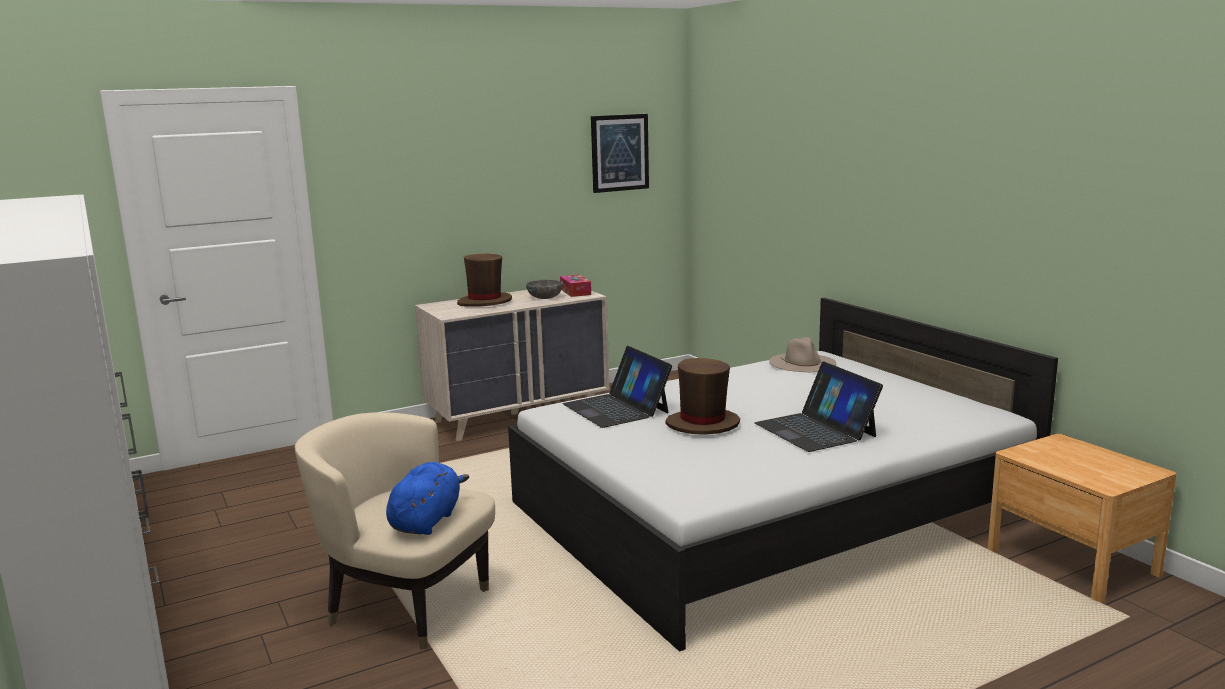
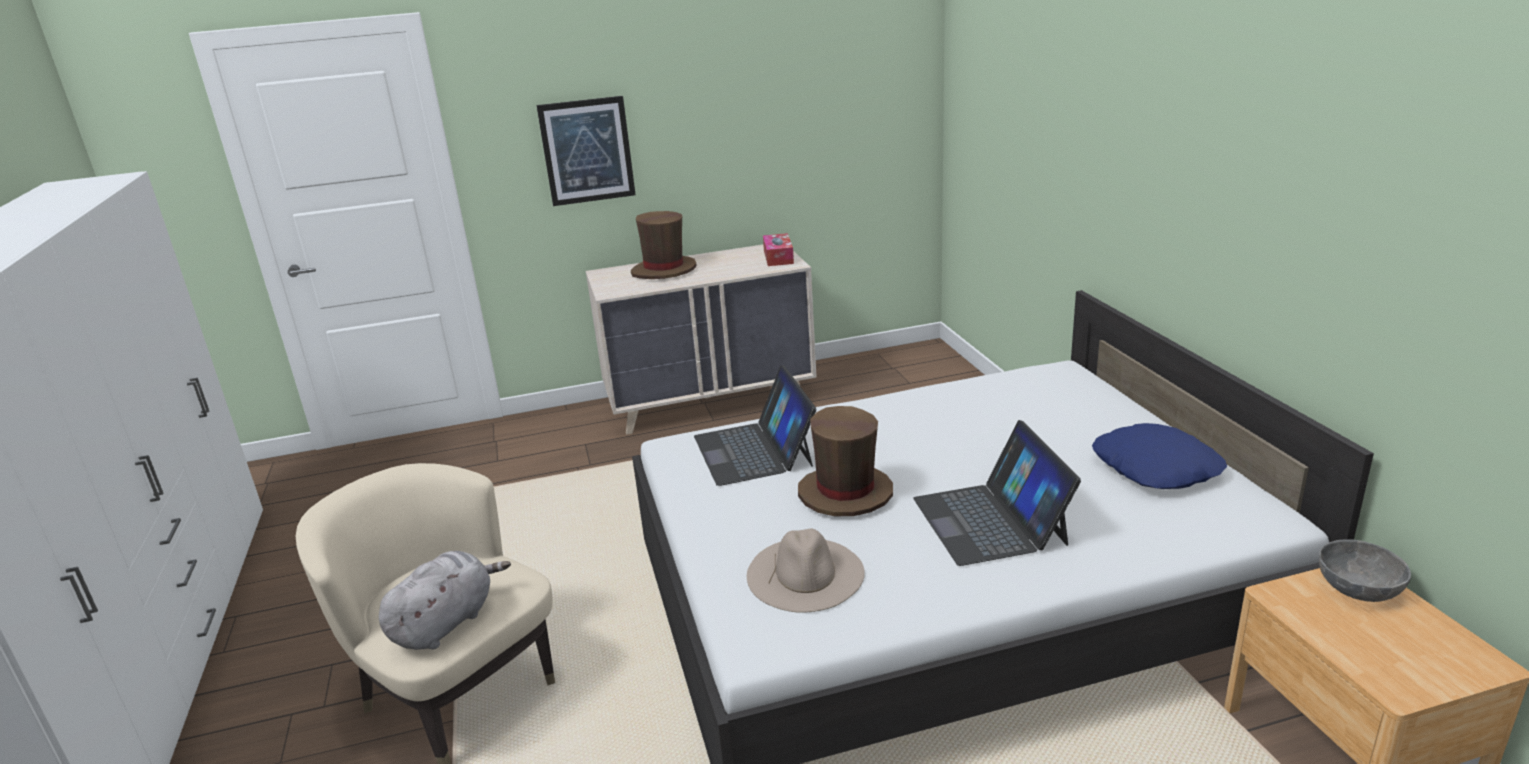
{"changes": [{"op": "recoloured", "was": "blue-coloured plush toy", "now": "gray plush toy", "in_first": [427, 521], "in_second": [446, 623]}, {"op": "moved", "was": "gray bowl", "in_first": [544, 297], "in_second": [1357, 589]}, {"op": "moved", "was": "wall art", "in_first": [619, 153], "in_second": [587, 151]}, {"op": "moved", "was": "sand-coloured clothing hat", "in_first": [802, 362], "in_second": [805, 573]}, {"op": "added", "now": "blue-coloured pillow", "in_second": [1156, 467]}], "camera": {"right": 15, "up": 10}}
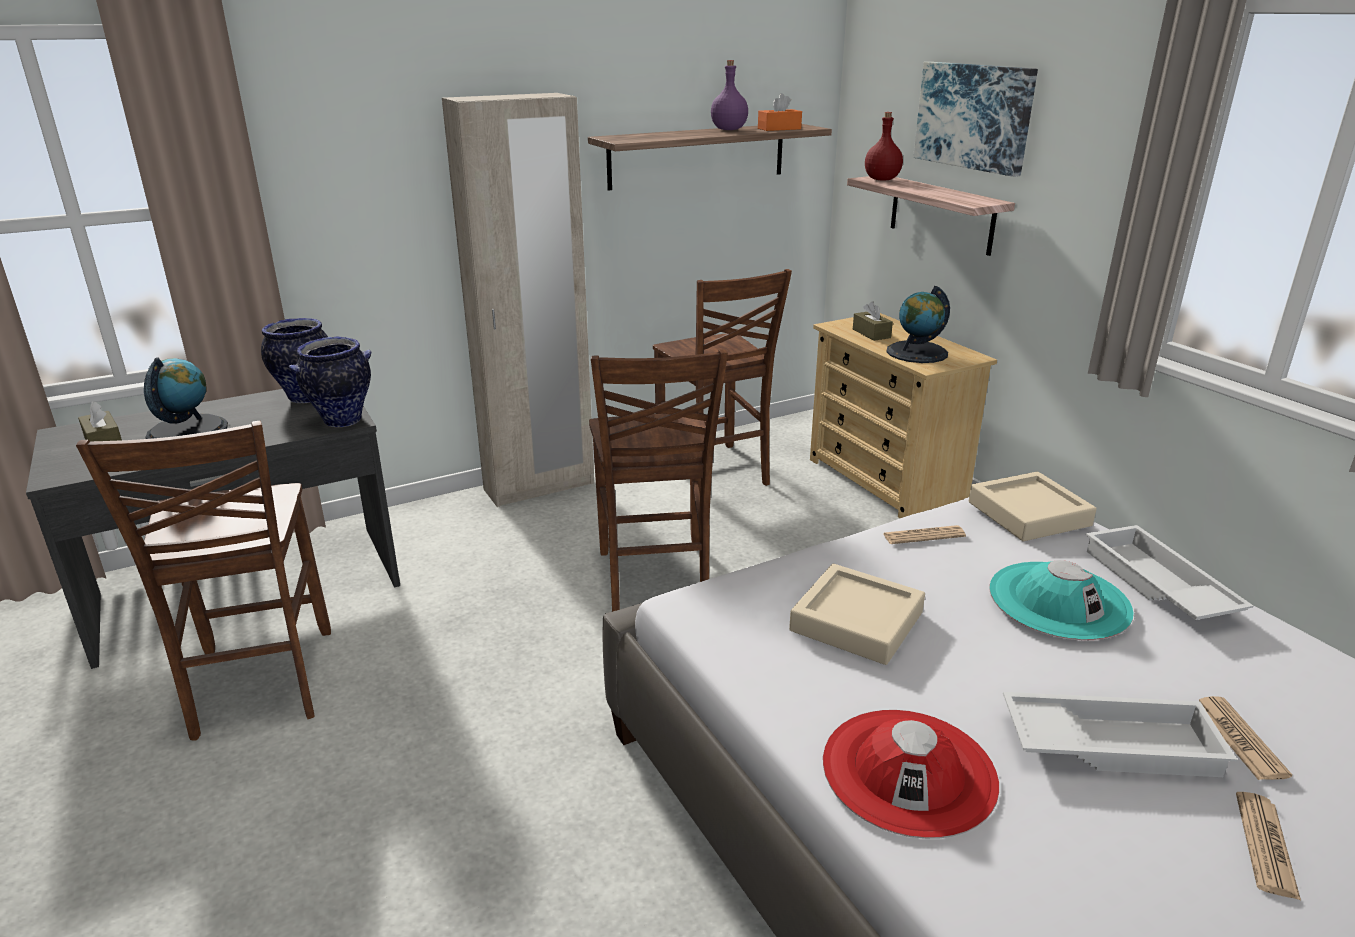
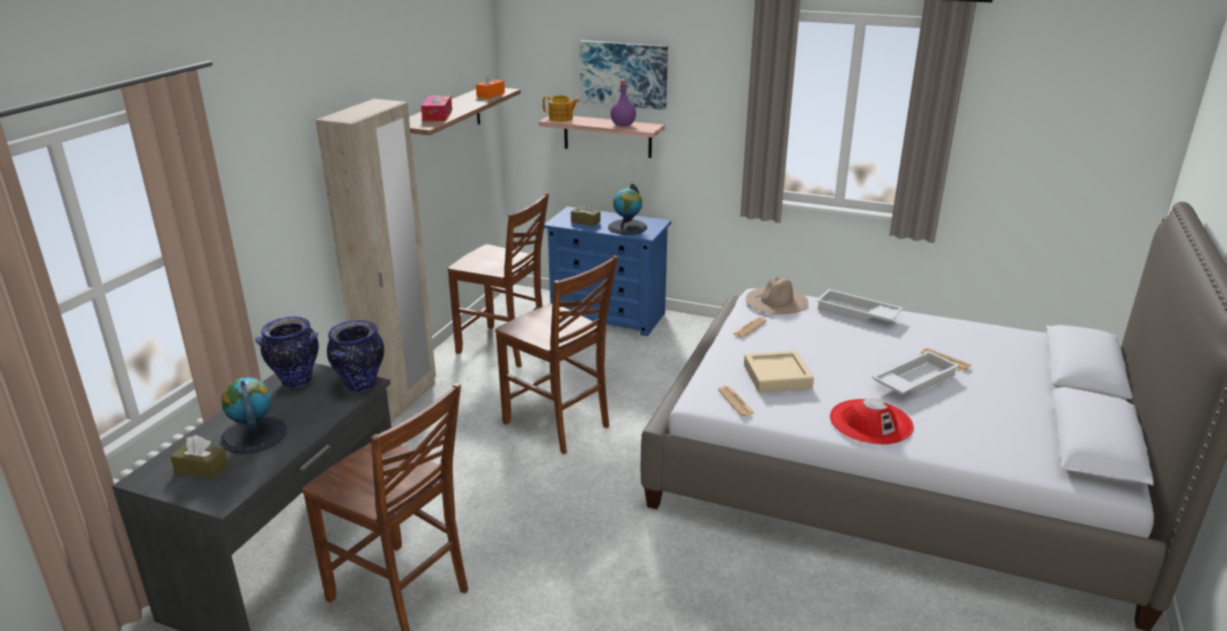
{"changes": [{"op": "moved", "was": "purple drink bottle", "in_first": [728, 129], "in_second": [622, 125]}, {"op": "recoloured", "was": "sand-coloured dresser", "now": "blue-coloured dresser", "in_first": [886, 480], "in_second": [608, 316]}, {"op": "replaced", "was": "red-coloured drink bottle", "now": "teapot", "in_first": [881, 179], "in_second": [561, 119]}, {"op": "replaced", "was": "sand-coloured serving tray", "now": "sand-coloured clothing hat", "in_first": [1028, 514], "in_second": [777, 300]}, {"op": "removed", "was": "blue-green clothing hat", "in_first": [1059, 600]}, {"op": "moved", "was": "daily paper", "in_first": [1265, 845], "in_second": [736, 402]}, {"op": "added", "now": "tissue holder", "in_second": [437, 115]}], "camera": {"right": -40, "up": 0}}
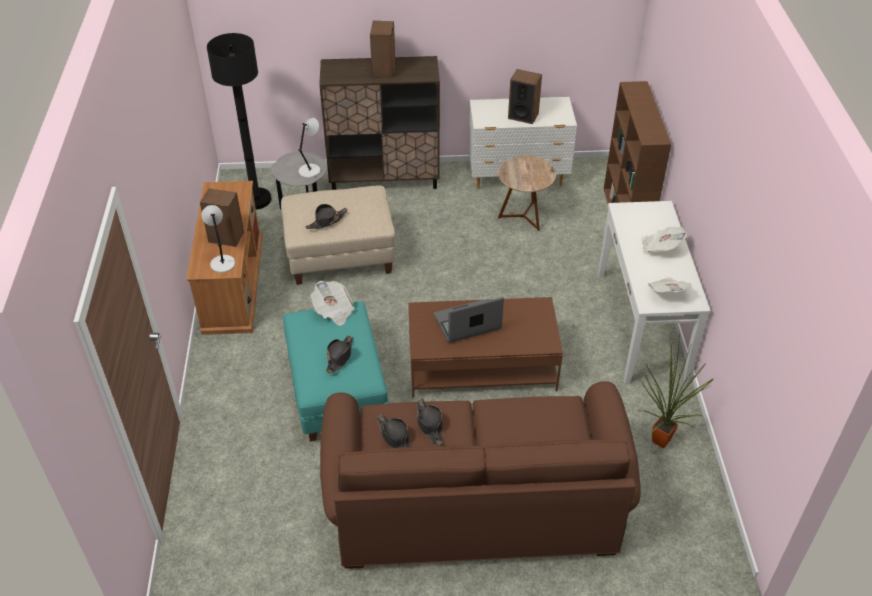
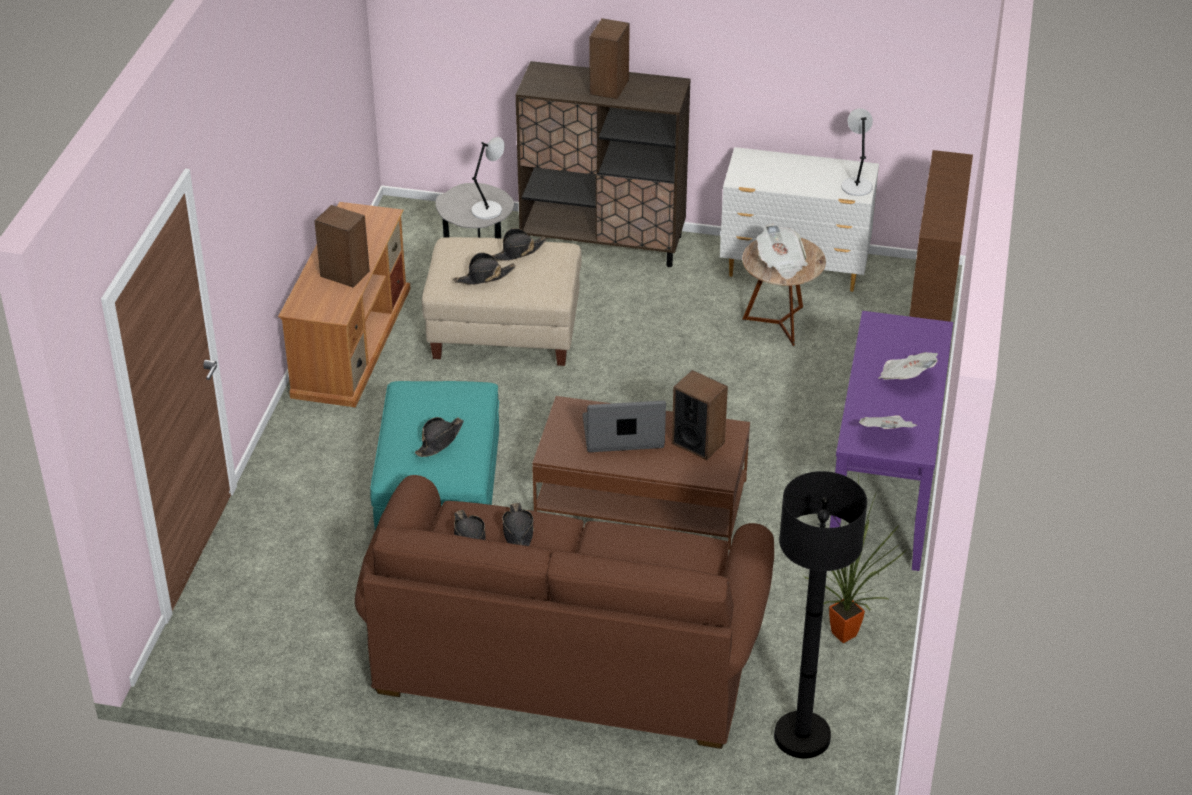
{"changes": [{"op": "moved", "was": "gray table lamp", "in_first": [222, 263], "in_second": [856, 186]}, {"op": "moved", "was": "blackish standard lamp", "in_first": [256, 199], "in_second": [802, 736]}, {"op": "moved", "was": "daily paper", "in_first": [333, 311], "in_second": [781, 263]}, {"op": "moved", "was": "audio speaker", "in_first": [523, 116], "in_second": [698, 443]}, {"op": "recoloured", "was": "white-coloured narrow table", "now": "purple narrow table", "in_first": [642, 325], "in_second": [885, 491]}, {"op": "added", "now": "blackish clothing hat", "in_second": [517, 252]}], "camera": {"right": 15, "up": -5}}
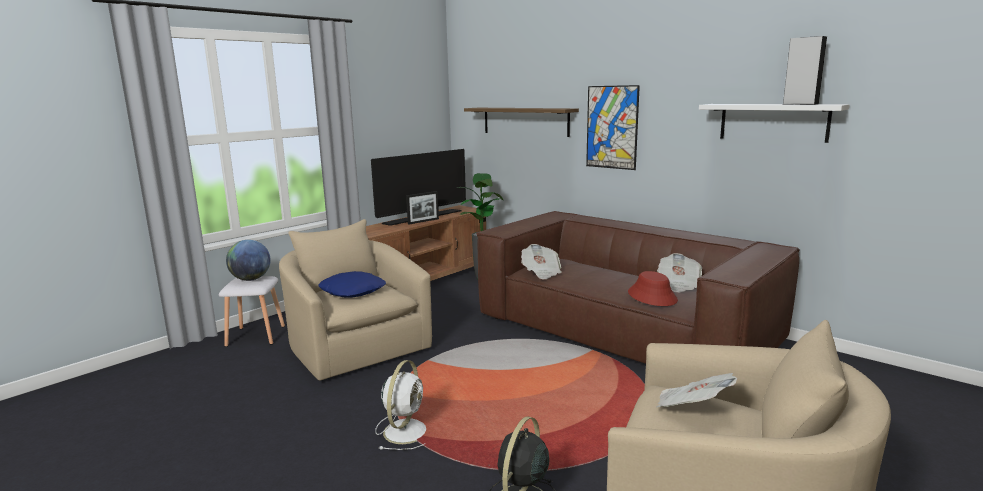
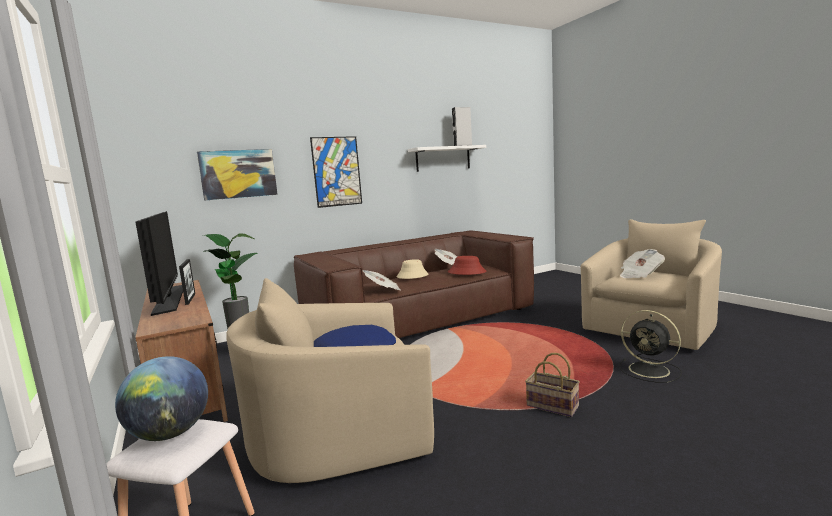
{"changes": [{"op": "replaced", "was": "white-coloured cooling fan", "now": "basket", "in_first": [406, 430], "in_second": [551, 406]}, {"op": "replaced", "was": "shelf", "now": "wall art", "in_first": [525, 121], "in_second": [238, 174]}, {"op": "added", "now": "sand-coloured clothing hat", "in_second": [412, 276]}], "camera": {"right": -70, "up": -5}}
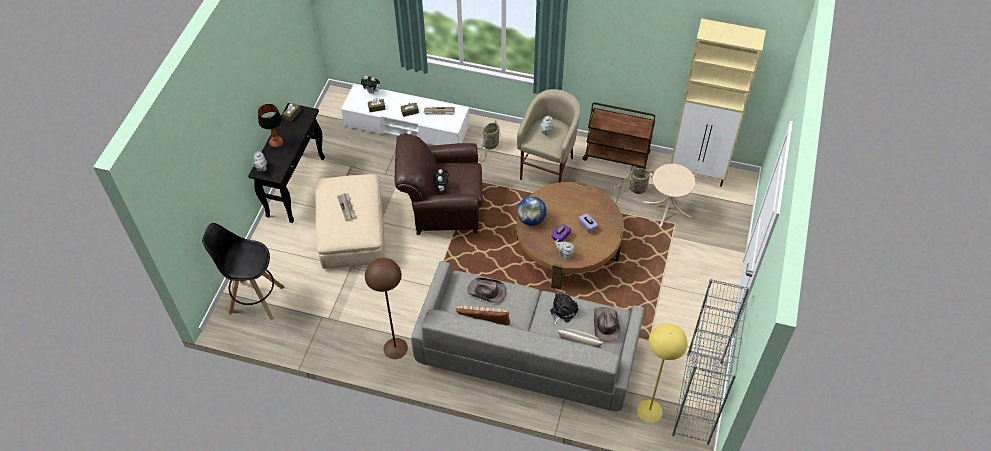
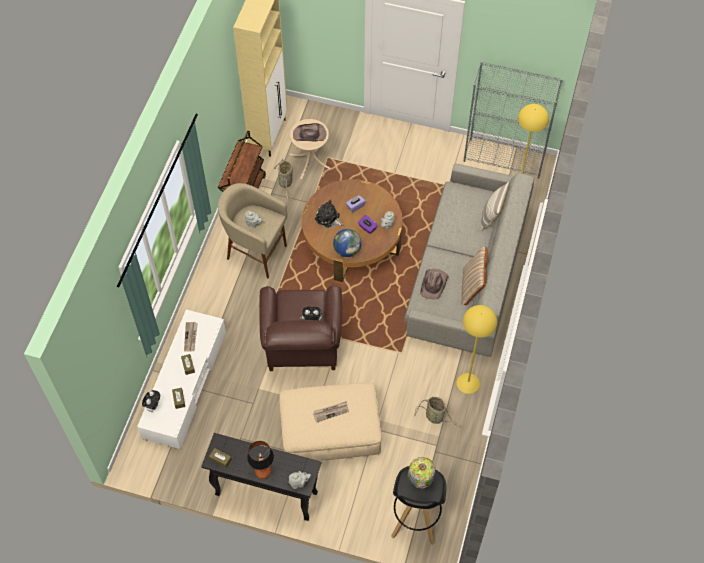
{"changes": [{"op": "recoloured", "was": "brown-coloured standard lamp", "now": "yellowish standard lamp", "in_first": [395, 348], "in_second": [468, 383]}, {"op": "moved", "was": "basket", "in_first": [490, 146], "in_second": [435, 417]}, {"op": "moved", "was": "plush toy", "in_first": [562, 312], "in_second": [328, 218]}, {"op": "moved", "was": "brown-coloured clothing hat", "in_first": [606, 325], "in_second": [310, 135]}, {"op": "added", "now": "table lamp", "in_second": [419, 483]}], "camera": {"right": -90, "up": 5}}
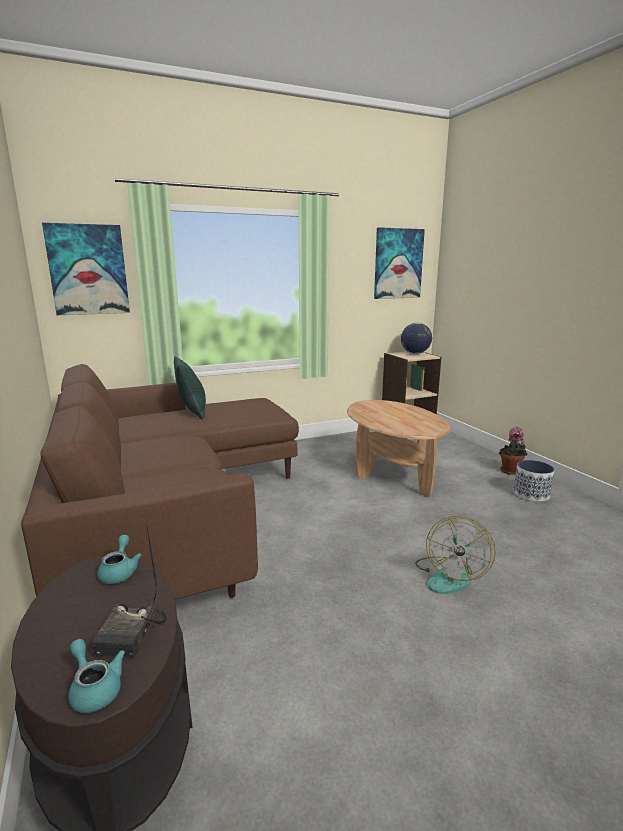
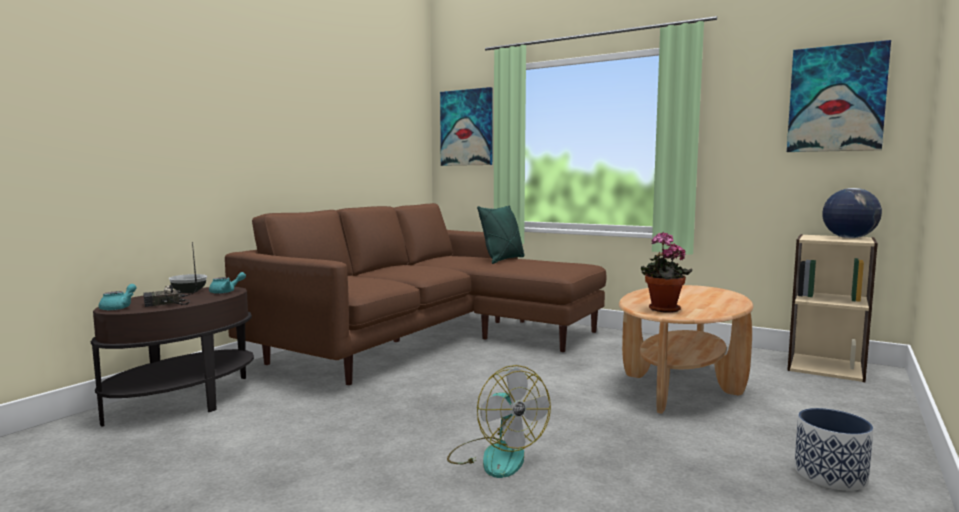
{"changes": [{"op": "turned", "was": "cooling fan", "in_first": [450, 576], "in_second": [496, 456], "clockwise": -105}, {"op": "moved", "was": "plant in a pot", "in_first": [510, 472], "in_second": [662, 310]}, {"op": "added", "now": "bowl", "in_second": [189, 291]}], "camera": {"right": 55, "up": -10}}
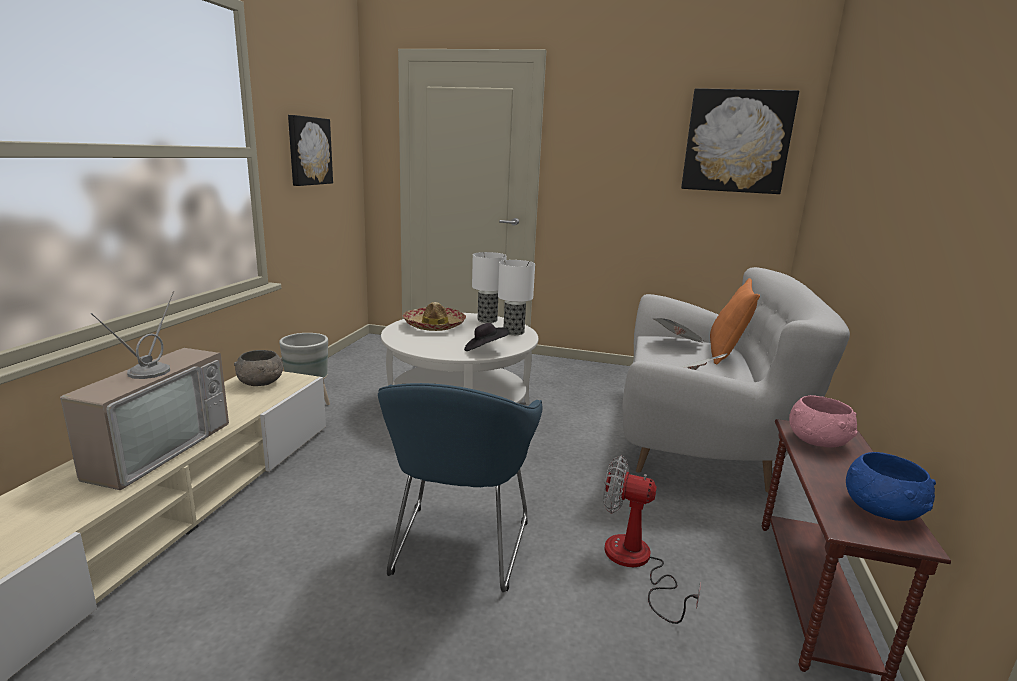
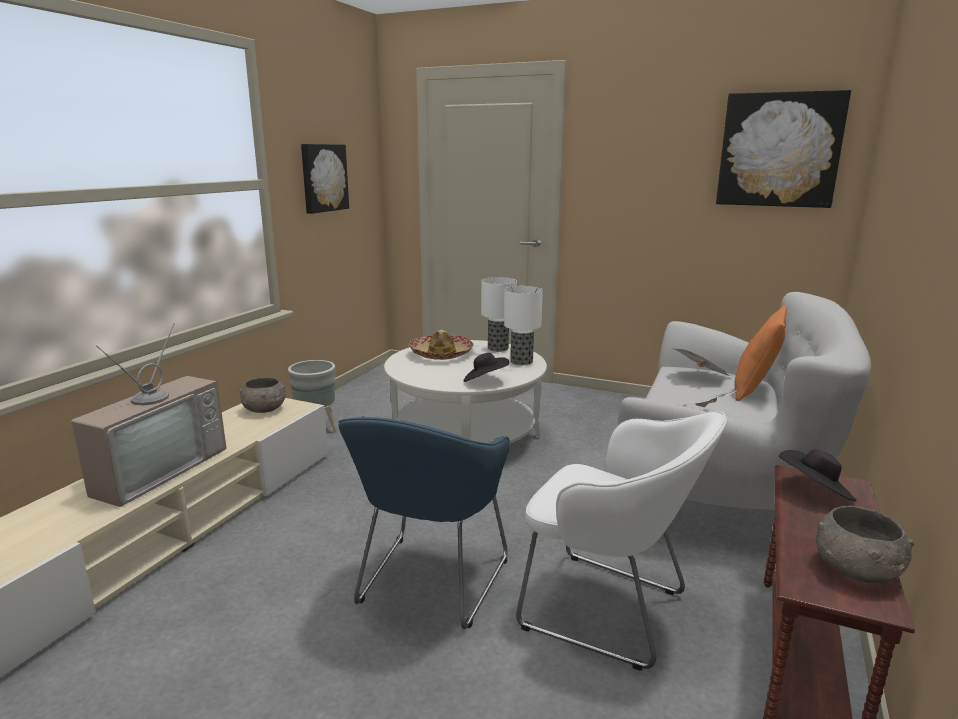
{"changes": [{"op": "replaced", "was": "cooling fan", "now": "white-coloured lounge chair", "in_first": [635, 563], "in_second": [611, 611]}, {"op": "replaced", "was": "pink bowl", "now": "blackish clothing hat", "in_first": [818, 441], "in_second": [815, 491]}, {"op": "recoloured", "was": "blue-coloured bowl", "now": "gray bowl", "in_first": [882, 510], "in_second": [856, 570]}], "camera": {"right": 10, "up": 0}}
